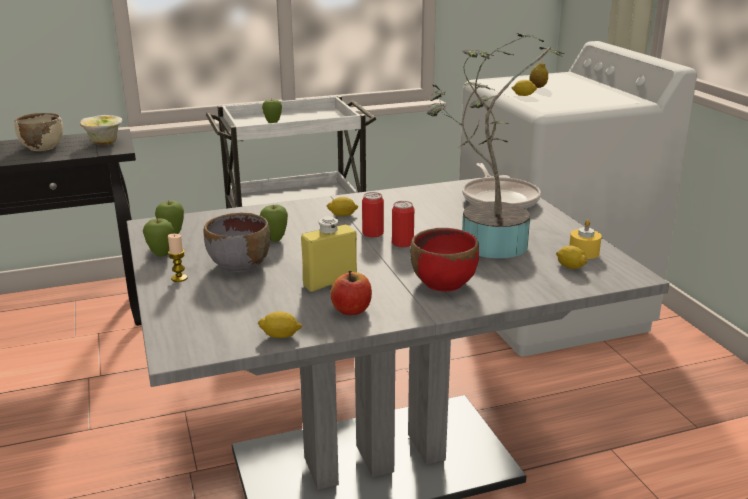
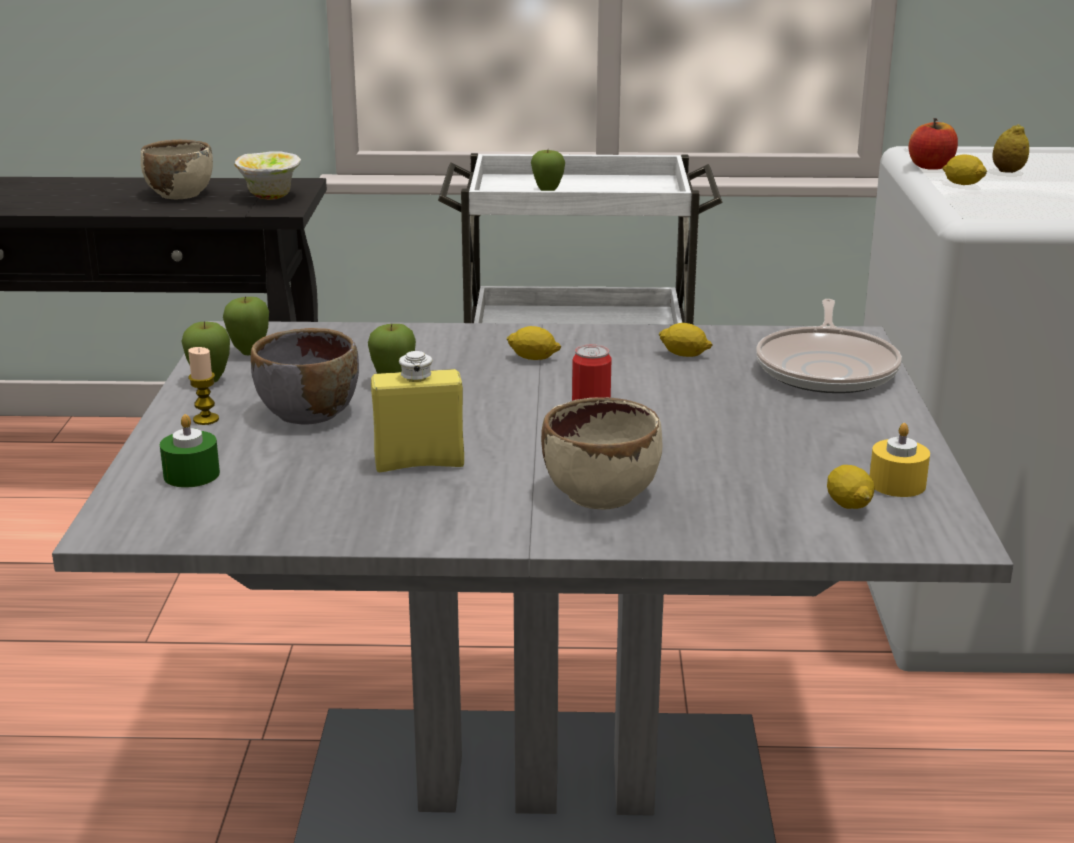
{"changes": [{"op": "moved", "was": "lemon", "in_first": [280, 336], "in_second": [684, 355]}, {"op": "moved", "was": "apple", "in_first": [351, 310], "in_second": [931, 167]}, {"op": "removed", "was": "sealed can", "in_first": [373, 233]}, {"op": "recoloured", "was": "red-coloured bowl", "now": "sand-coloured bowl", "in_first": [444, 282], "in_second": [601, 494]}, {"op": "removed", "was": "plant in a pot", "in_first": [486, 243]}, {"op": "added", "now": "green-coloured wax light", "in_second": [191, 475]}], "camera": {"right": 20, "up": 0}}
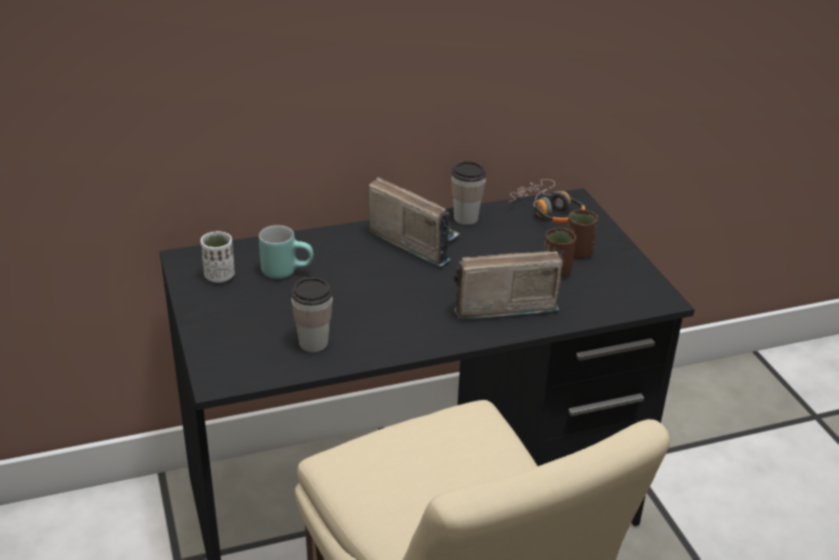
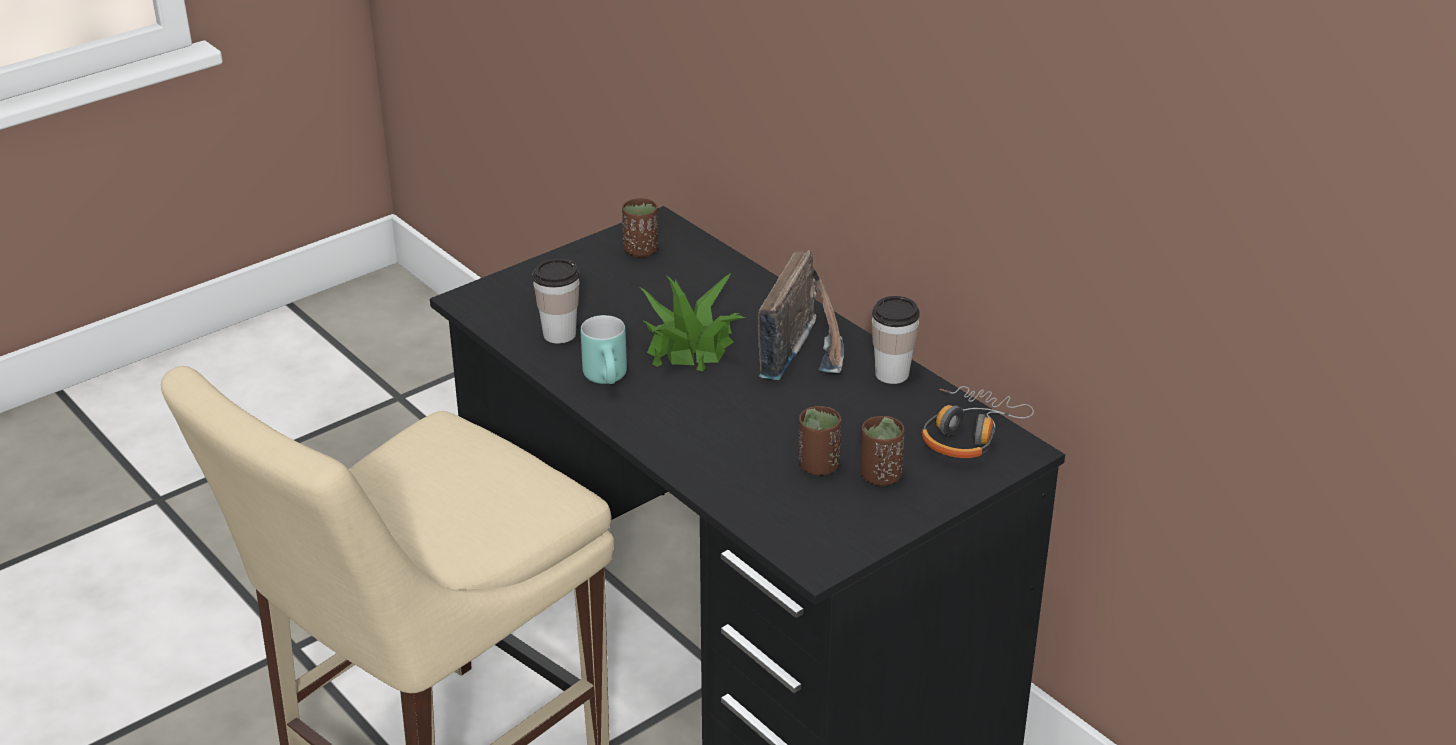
{"changes": [{"op": "recoloured", "was": "white-coloured cup", "now": "brown-coloured cup", "in_first": [219, 276], "in_second": [640, 250]}, {"op": "moved", "was": "blue-green tea mug", "in_first": [287, 270], "in_second": [610, 379]}, {"op": "removed", "was": "radio receiver", "in_first": [499, 304]}, {"op": "added", "now": "plant in a pot", "in_second": [689, 345]}], "camera": {"right": 70, "up": 0}}
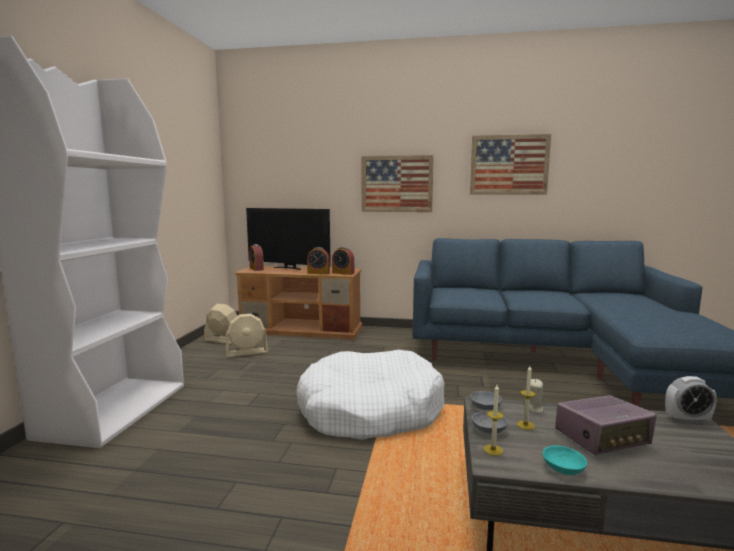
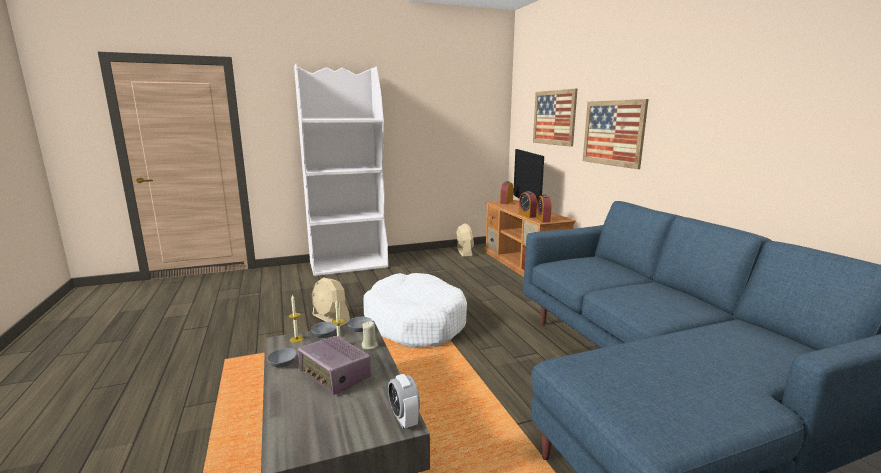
{"changes": [{"op": "moved", "was": "sand-coloured cooling fan", "in_first": [247, 352], "in_second": [331, 319]}, {"op": "moved", "was": "wall art", "in_first": [509, 165], "in_second": [554, 117]}, {"op": "recoloured", "was": "blue-green bowl", "now": "gray bowl", "in_first": [562, 468], "in_second": [282, 363]}], "camera": {"right": 60, "up": 5}}
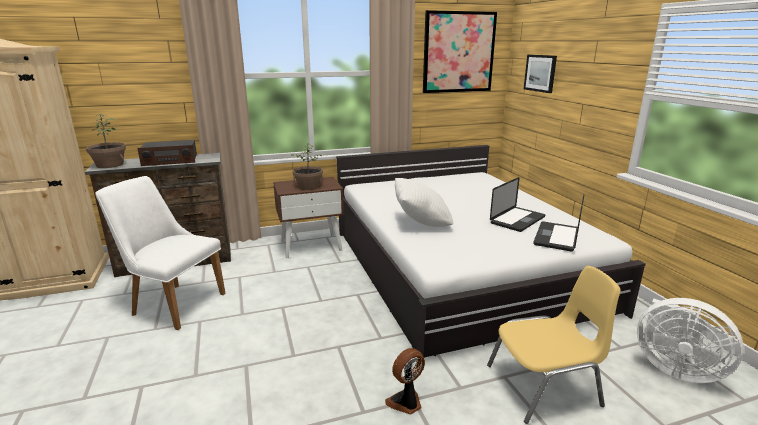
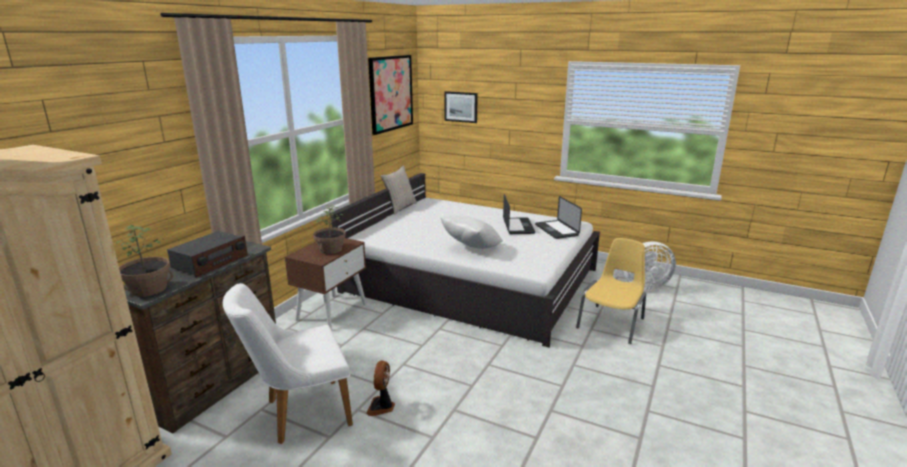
{"changes": [{"op": "moved", "was": "cooling fan", "in_first": [406, 403], "in_second": [381, 407]}, {"op": "added", "now": "sand-coloured pillow", "in_second": [400, 208]}], "camera": {"right": -45, "up": 0}}
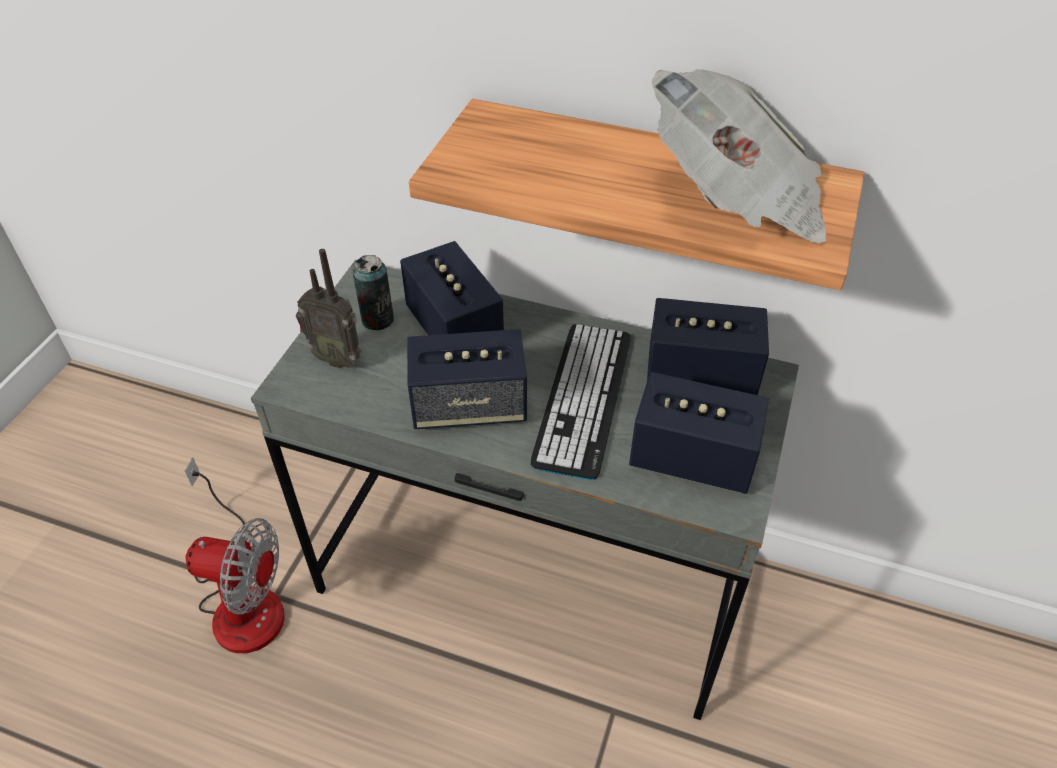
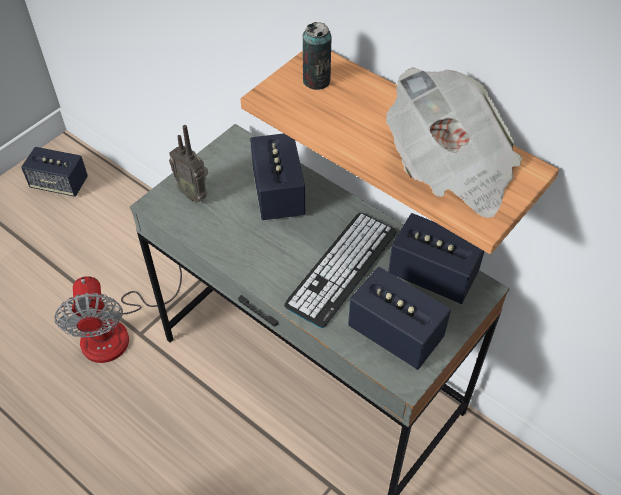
{"changes": [{"op": "turned", "was": "cooling fan", "in_first": [242, 598], "in_second": [119, 329], "clockwise": 45}, {"op": "moved", "was": "sealed can", "in_first": [377, 319], "in_second": [316, 81]}, {"op": "moved", "was": "audio speaker", "in_first": [469, 406], "in_second": [59, 184]}], "camera": {"right": 20, "up": 5}}
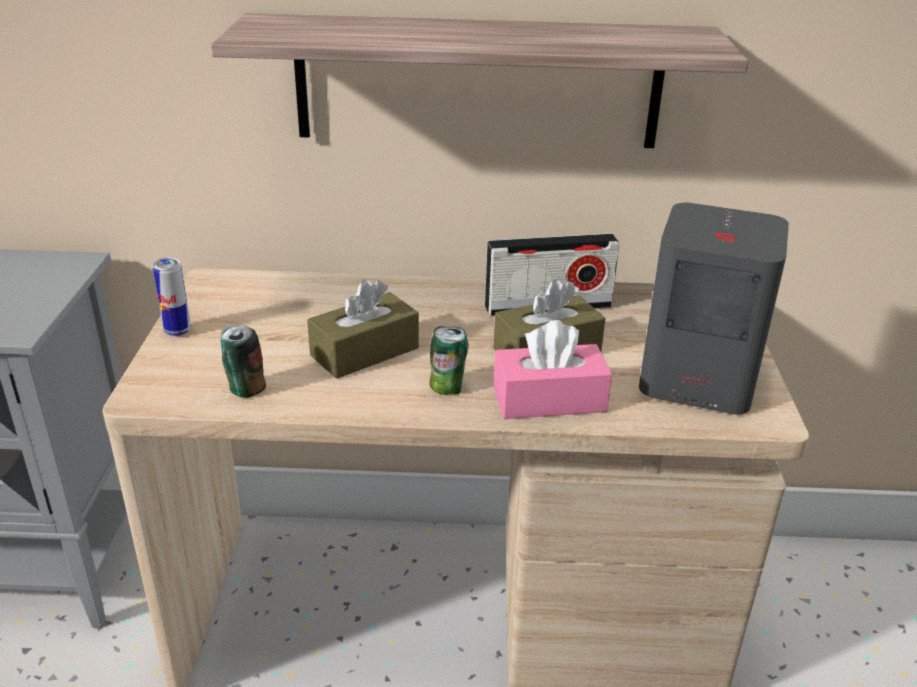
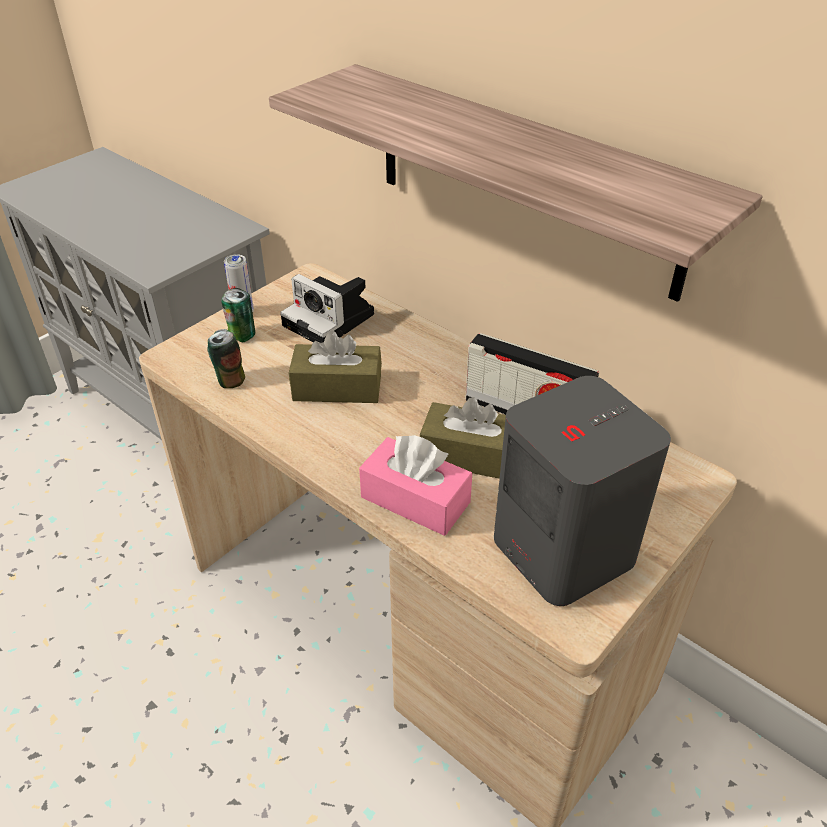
{"changes": [{"op": "moved", "was": "sealed can", "in_first": [447, 388], "in_second": [242, 336]}, {"op": "added", "now": "photo camera", "in_second": [332, 320]}], "camera": {"right": 40, "up": 10}}
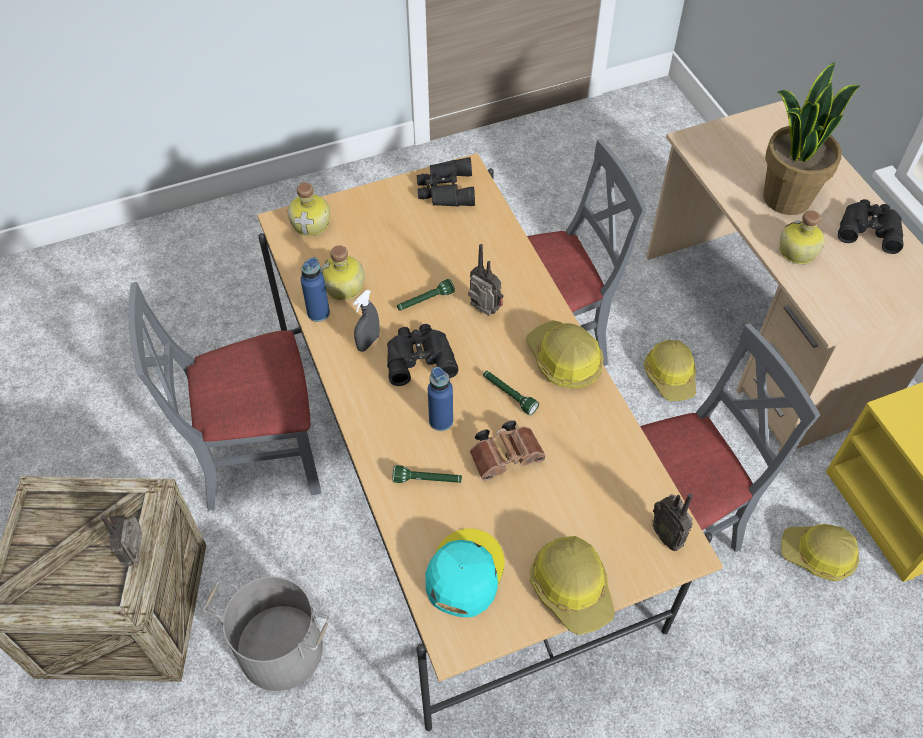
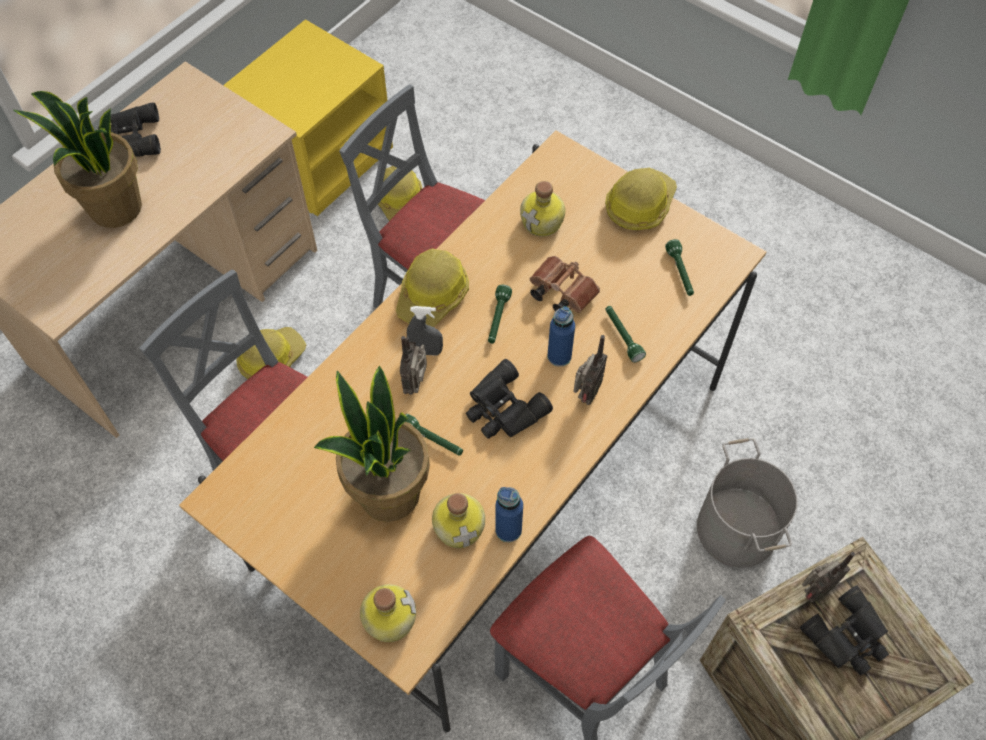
{"changes": [{"op": "moved", "was": "gray sprayer", "in_first": [368, 342], "in_second": [426, 351]}, {"op": "moved", "was": "blackish binoculars", "in_first": [445, 190], "in_second": [848, 638]}, {"op": "replaced", "was": "blue-green peaked cap", "now": "green-coloured hand torch", "in_first": [464, 573], "in_second": [680, 273]}, {"op": "moved", "was": "radio receiver", "in_first": [667, 535], "in_second": [585, 394]}, {"op": "moved", "was": "drink bottle", "in_first": [797, 252], "in_second": [543, 222]}, {"op": "added", "now": "plant in a pot", "in_second": [388, 493]}], "camera": {"right": -120, "up": 5}}
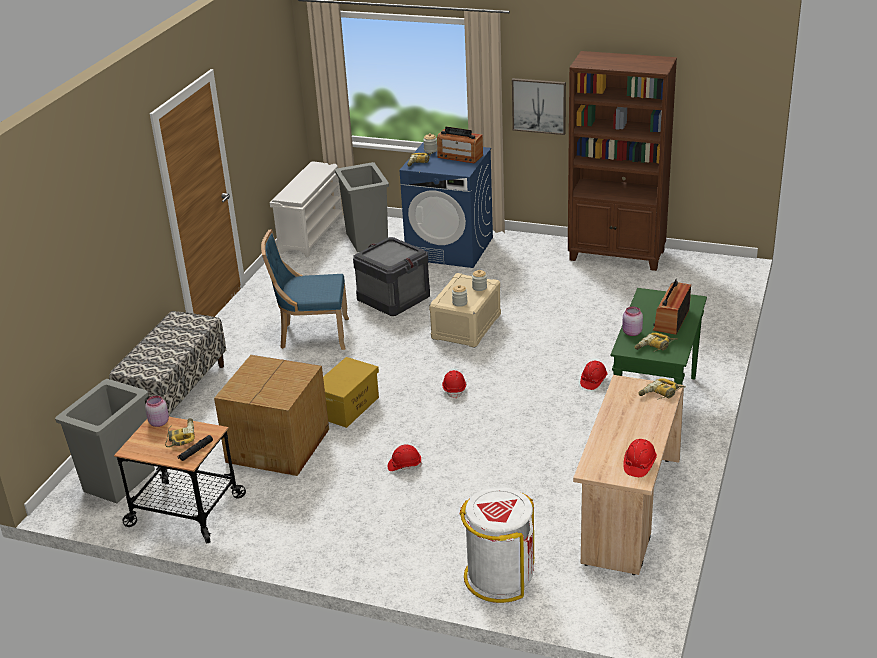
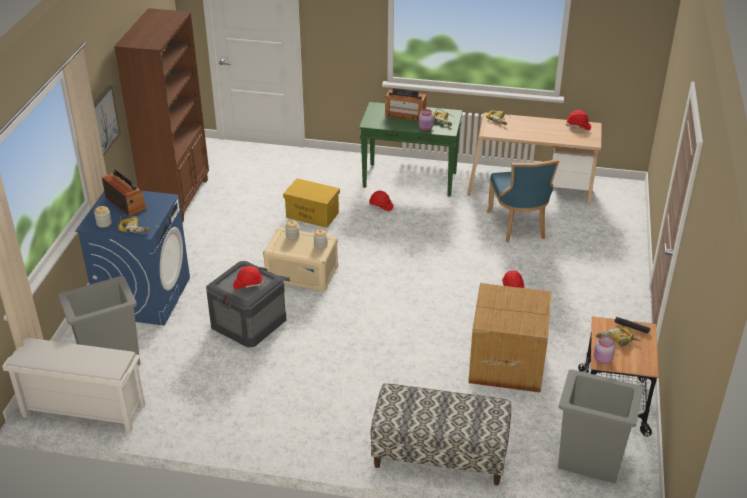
{"changes": [{"op": "moved", "was": "blue-coloured chair", "in_first": [312, 335], "in_second": [519, 226]}, {"op": "moved", "was": "yellowish storage container", "in_first": [348, 407], "in_second": [313, 215]}, {"op": "turned", "was": "radio receiver", "in_first": [460, 156], "in_second": [126, 203], "clockwise": -60}, {"op": "moved", "was": "red-coloured safety helmet", "in_first": [454, 389], "in_second": [248, 284]}, {"op": "removed", "was": "white-coloured trash can", "in_first": [499, 577]}], "camera": {"right": -100, "up": 5}}
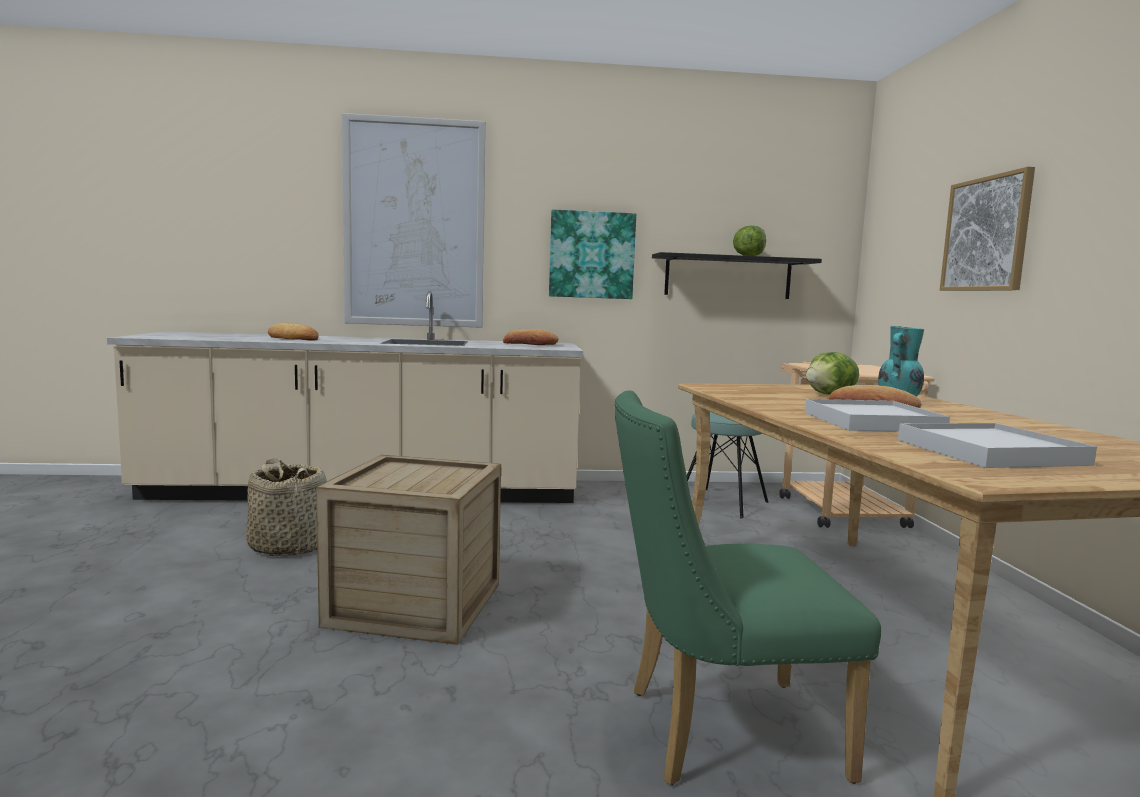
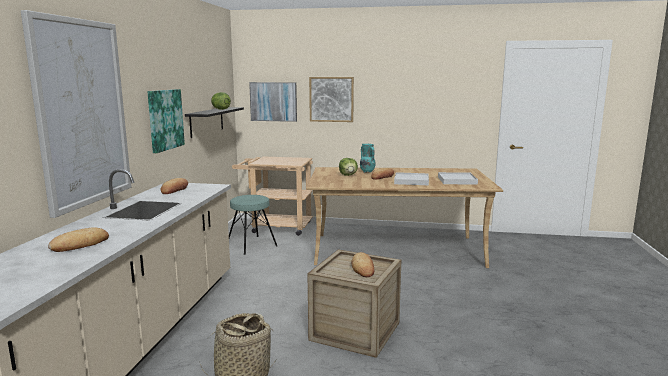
{"changes": [{"op": "removed", "was": "green-coloured chair", "in_first": [716, 732]}, {"op": "added", "now": "wall art", "in_second": [273, 101]}, {"op": "added", "now": "bread", "in_second": [363, 268]}], "camera": {"right": -75, "up": 5}}
